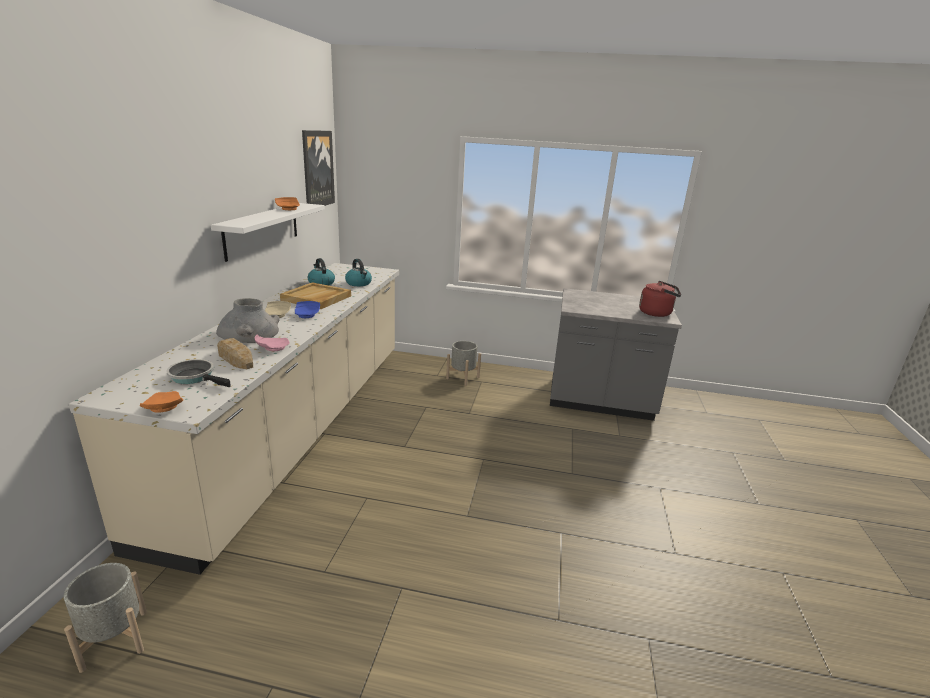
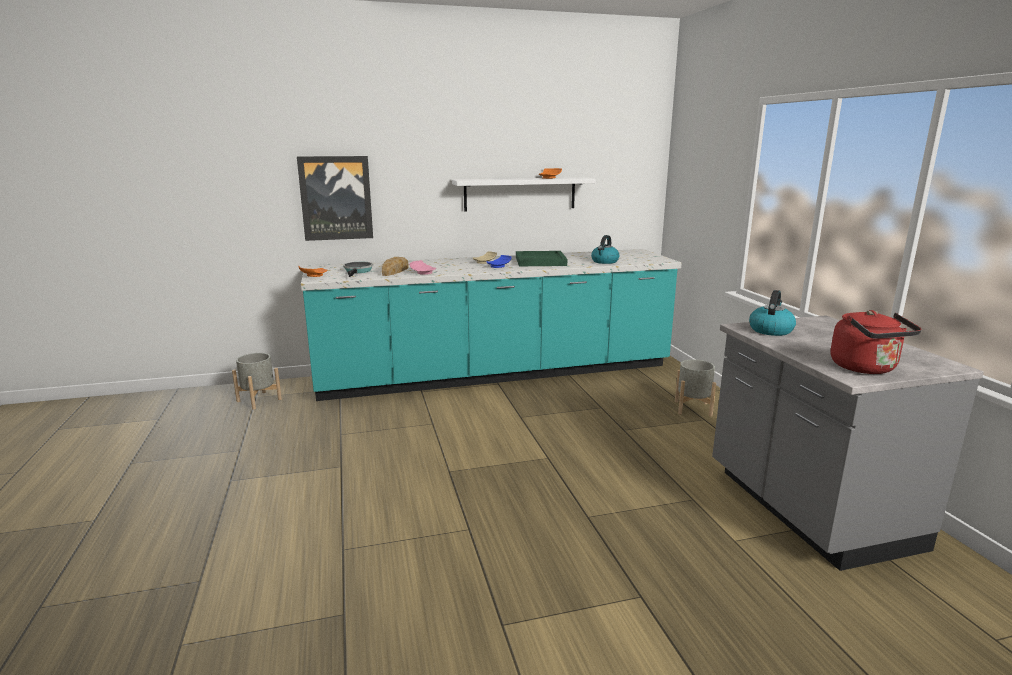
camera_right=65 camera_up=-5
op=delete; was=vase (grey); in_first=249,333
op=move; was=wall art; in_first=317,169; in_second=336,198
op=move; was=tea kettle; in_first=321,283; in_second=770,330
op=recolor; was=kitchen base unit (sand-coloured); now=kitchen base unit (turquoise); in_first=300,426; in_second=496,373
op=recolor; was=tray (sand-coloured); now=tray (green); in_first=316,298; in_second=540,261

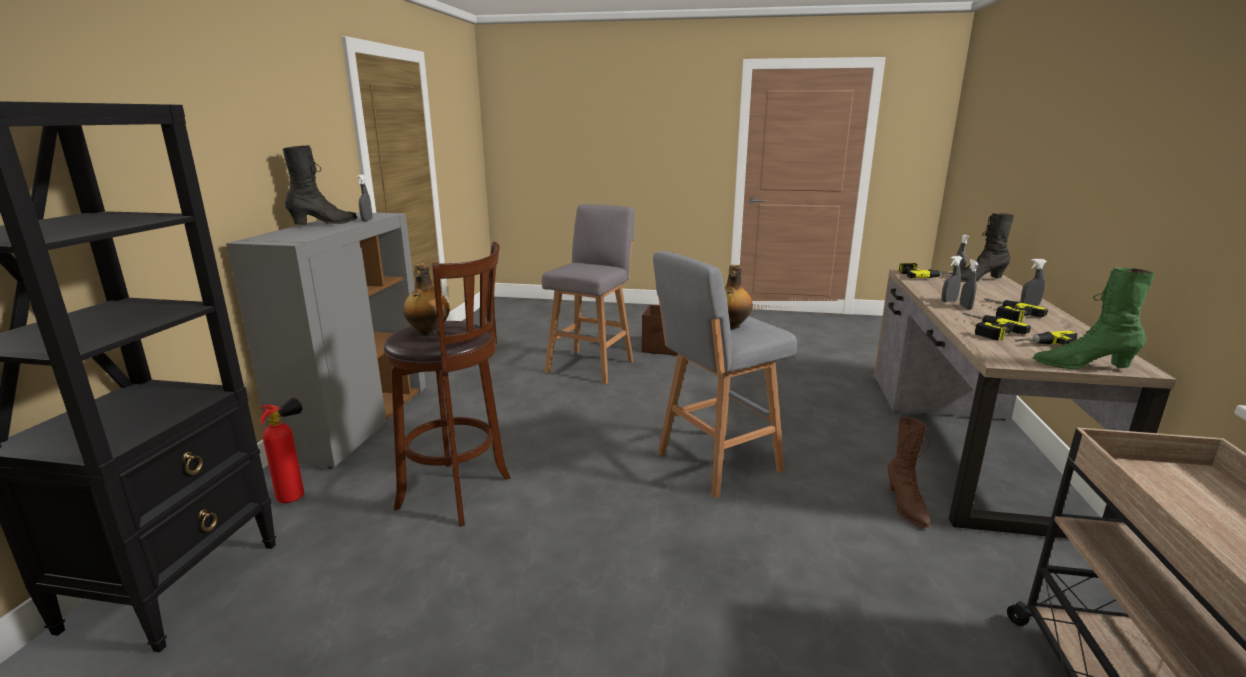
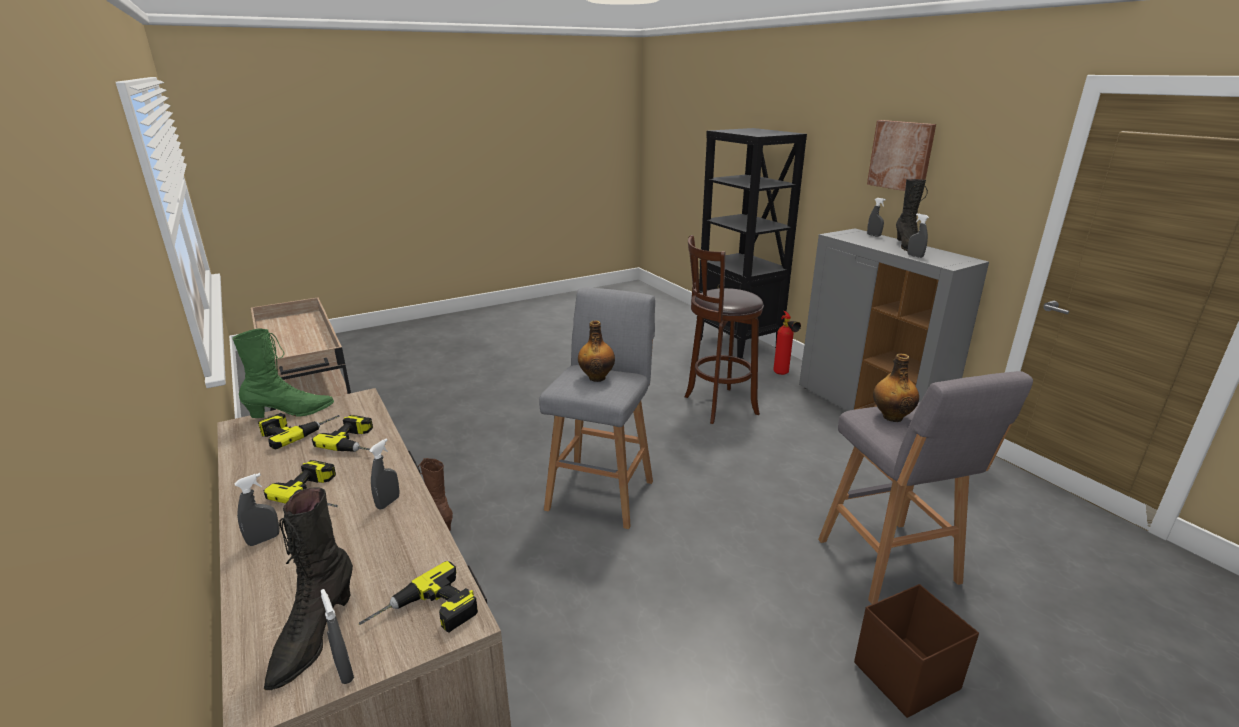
camera_right=140 camera_up=5
op=insert; now=wall art; in_second=901,156
op=move; was=beverage bottle; in_first=428,333; in_second=891,416
op=move; was=hand sprayer (grey); in_first=965,307; in_second=873,235
op=rotate; was=tall boot (blackish); in_first=976,280; in_second=313,637; clockwise=150

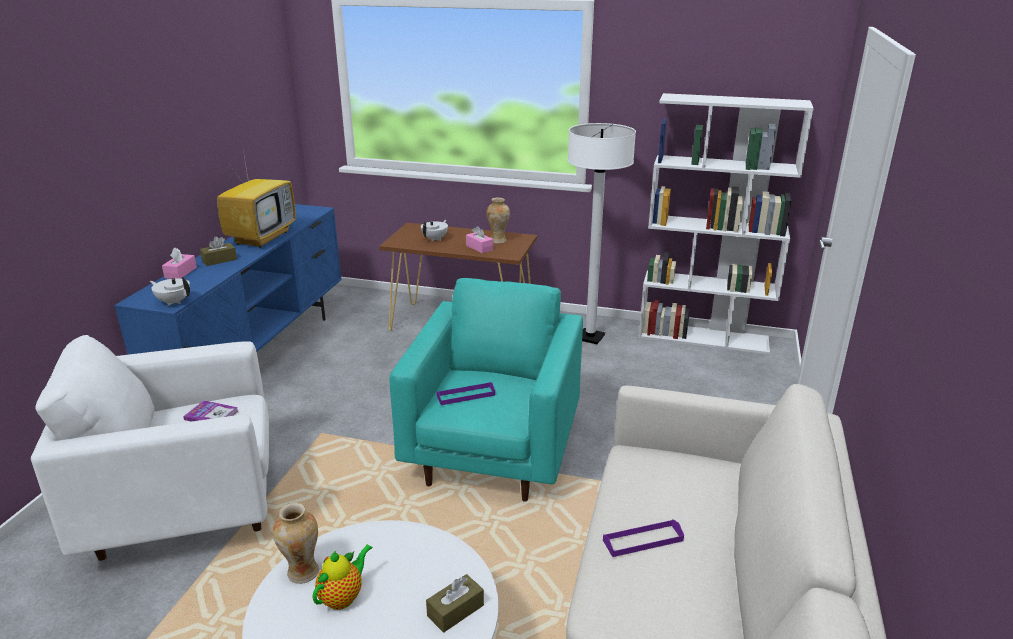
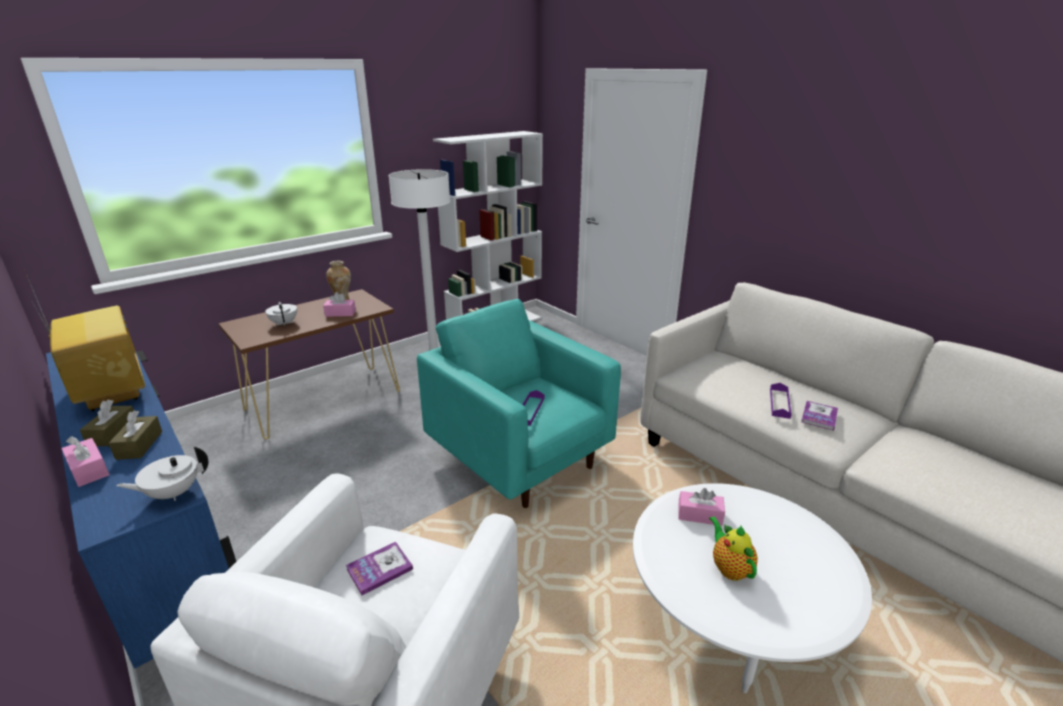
camera_right=-55 camera_up=0
op=delete; was=vase; in_first=302,573
op=insert; now=tissue holder (pinkish); in_second=699,515
op=insert; now=book; in_second=819,416
op=move; was=tissue holder (brownish); in_first=455,610; in_second=139,445

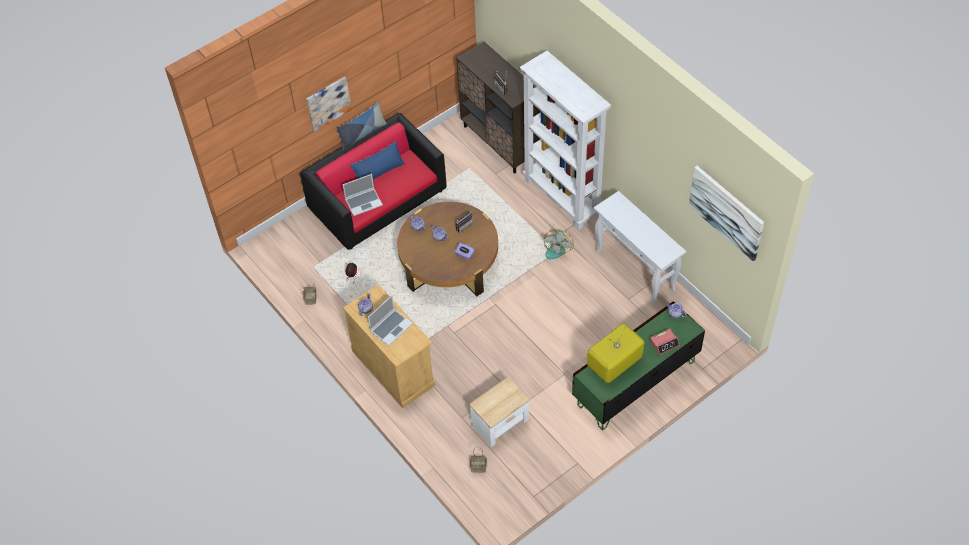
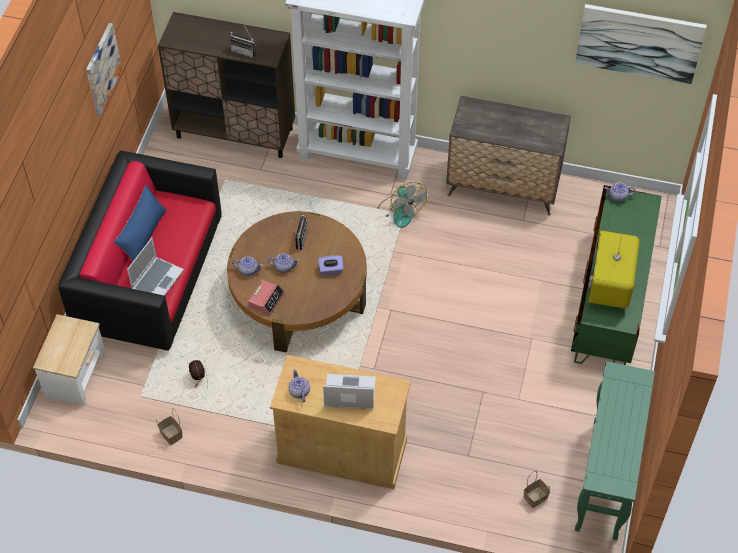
camera_right=-40 camera_up=0
op=delete; was=pillow; in_first=362,134
op=insert; now=narrow table (green); in_second=605,480
op=move; was=wall art; in_first=328,103; in_second=102,68
op=move; was=side table; in_first=500,423; in_second=76,375
op=move; was=alarm clock; in_first=664,343; in_second=266,299
op=replace; was=narrow table (white); now=drawer chest; in_first=635,271; in_second=504,187
op=rotate; was=laptop; in_first=391,327; in_second=349,393; clockwise=-90

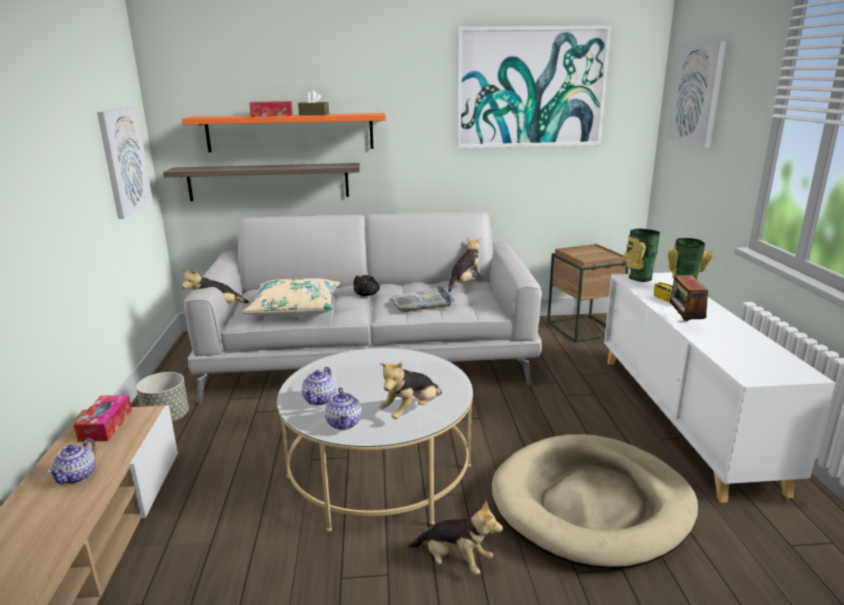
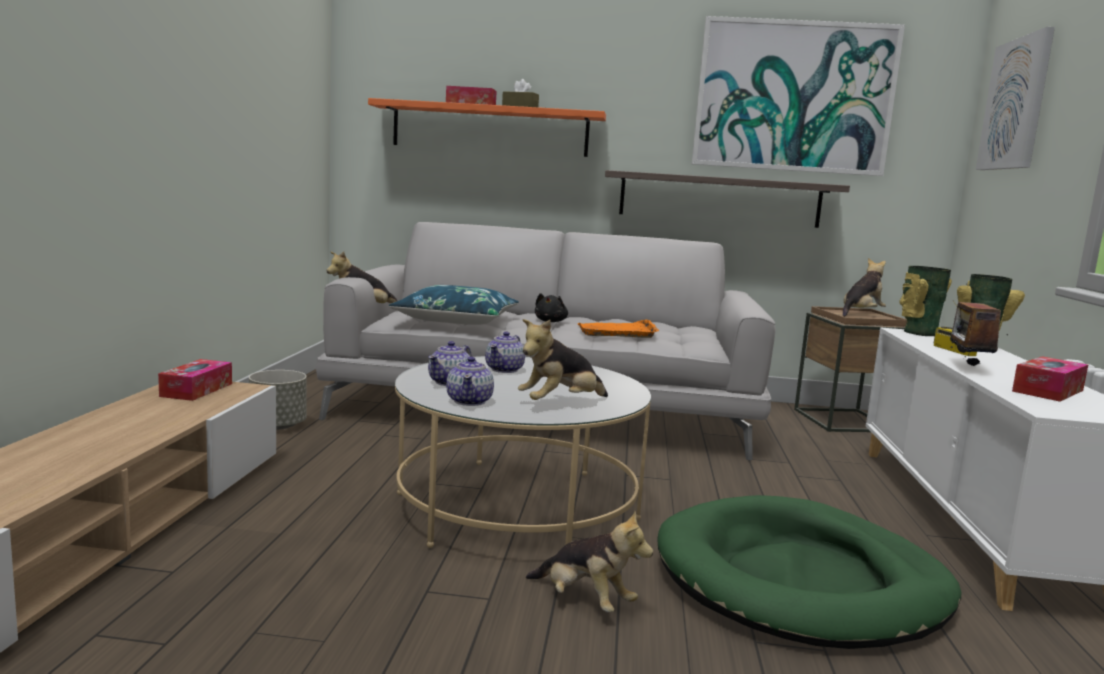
camera_right=10 camera_up=-10
op=delete; was=wall art; in_first=124,161
op=insert; now=tissue holder; in_second=1048,391
op=move; was=tea pot; in_first=78,476; in_second=505,369
op=move; was=bracket shelf; in_first=268,182; in_second=719,199
op=move; was=soft toy; in_first=465,284; in_second=861,314
op=recolor; was=pillow (sand-coloured); now=pillow (blue-coloured); in_first=295,309; in_second=456,320
op=recolor; was=tray (grey); now=tray (orange-coloured); in_first=422,302; in_second=617,332
op=recolor; was=dog cushion (sand-coloured); now=dog cushion (green); in_first=591,504; in_second=801,580

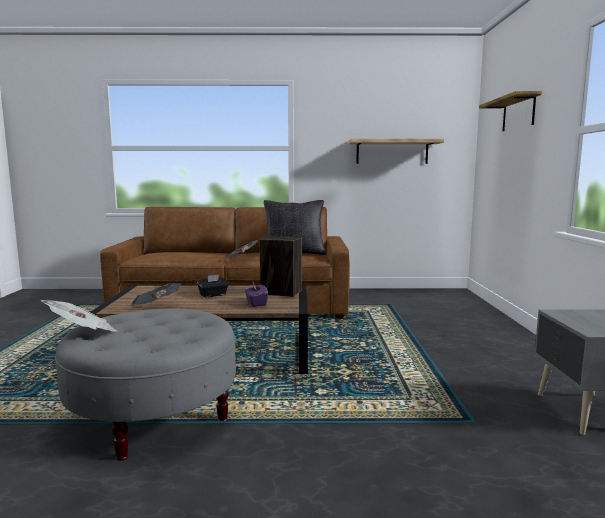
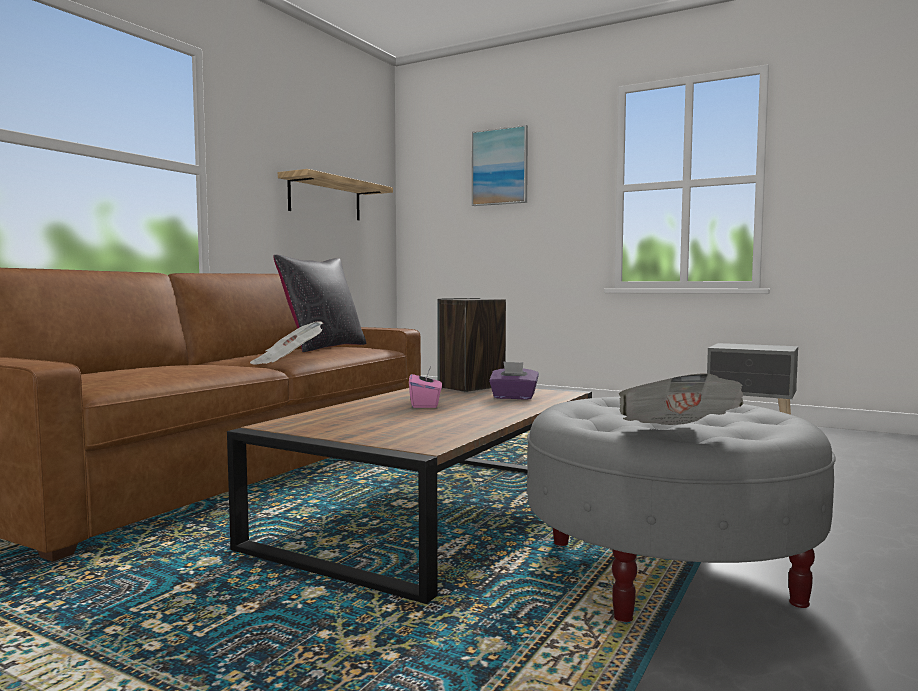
camera_right=-60 camera_up=-5
op=delete; was=newspaper; in_first=156,307
op=replace; was=bracket shelf; now=wall art; in_first=518,113; in_second=500,167
op=recolor; was=tissue holder (blackish); now=tissue holder (pinkish); in_first=213,295; in_second=425,404

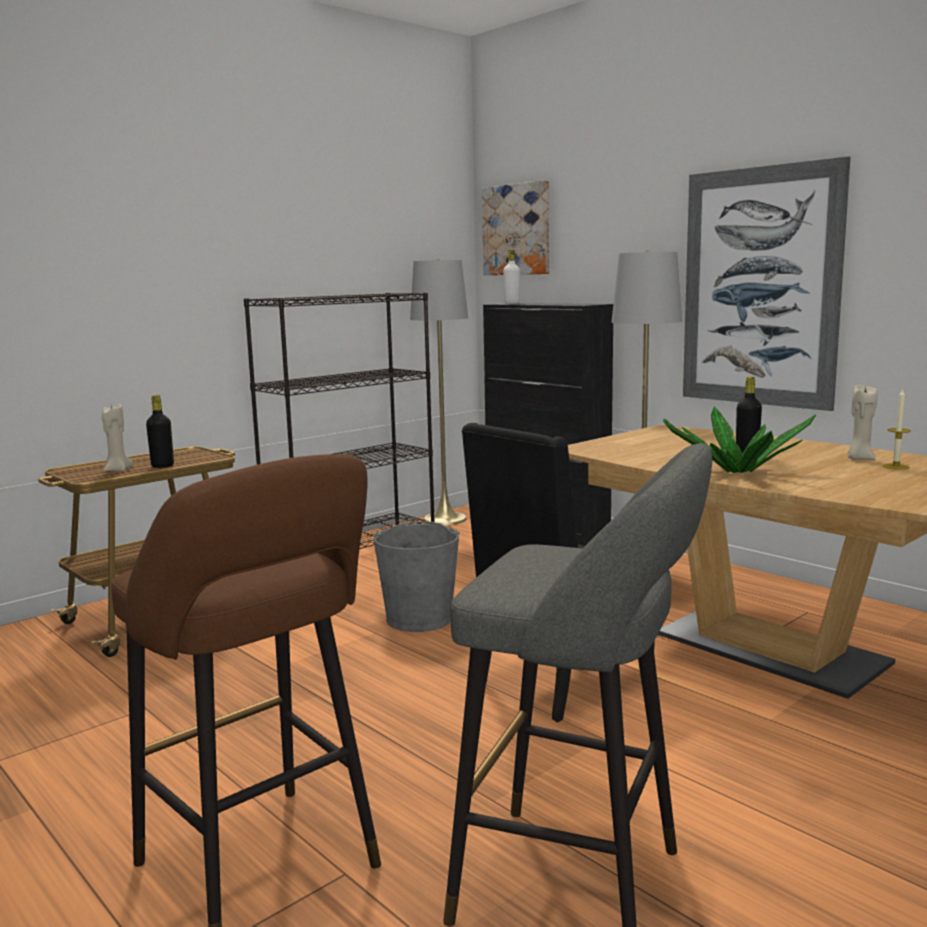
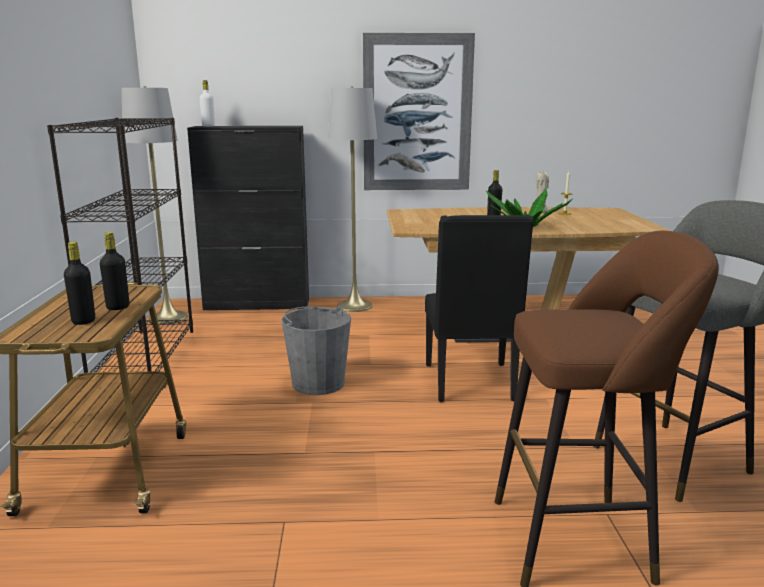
camera_right=-50 camera_up=5
op=delete; was=wall art; in_first=517,230
op=replace; was=candle (sand-coloured); now=beverage bottle (blackish); in_first=117,470; in_second=83,321

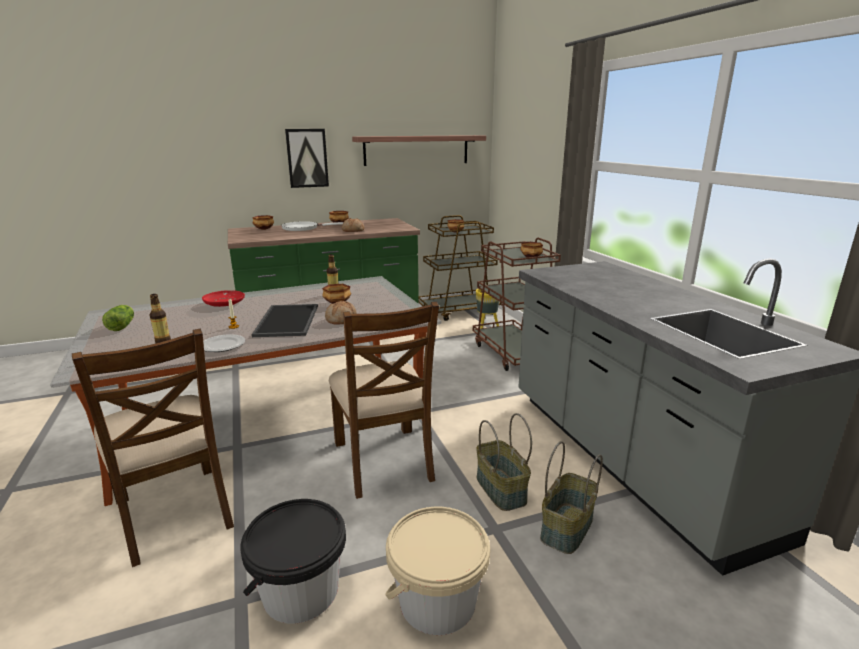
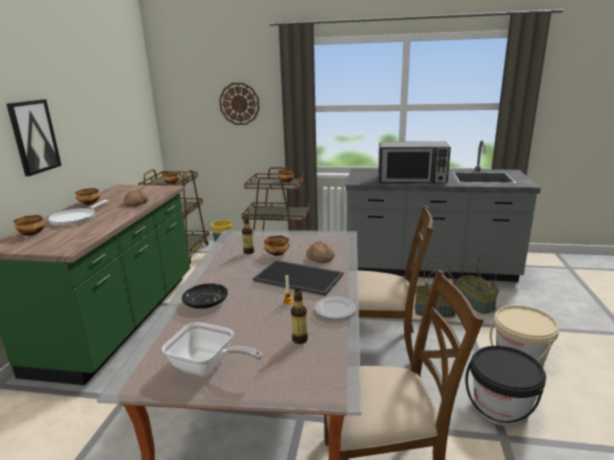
camera_right=-60 camera_up=0
op=delete; was=bracket shelf; in_first=416,150
op=insert; now=clock on the wall; in_second=239,104
op=insert; now=kitchen microwave; in_second=411,180
op=replace; was=head of lettuce; now=skillet; in_first=123,326; in_second=208,366
op=recolor; was=plate (reddish); now=plate (blackish); in_first=224,303; in_second=205,301

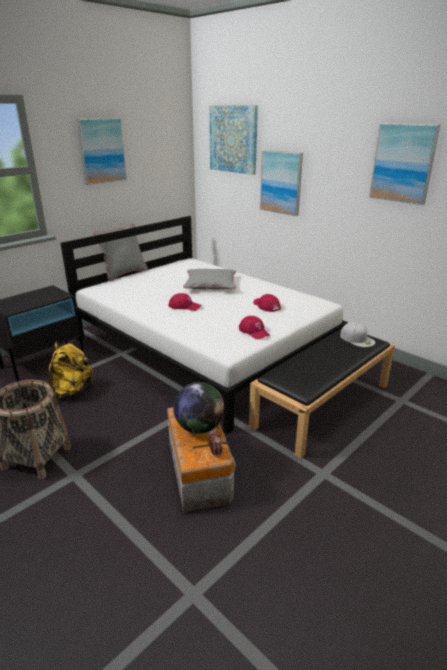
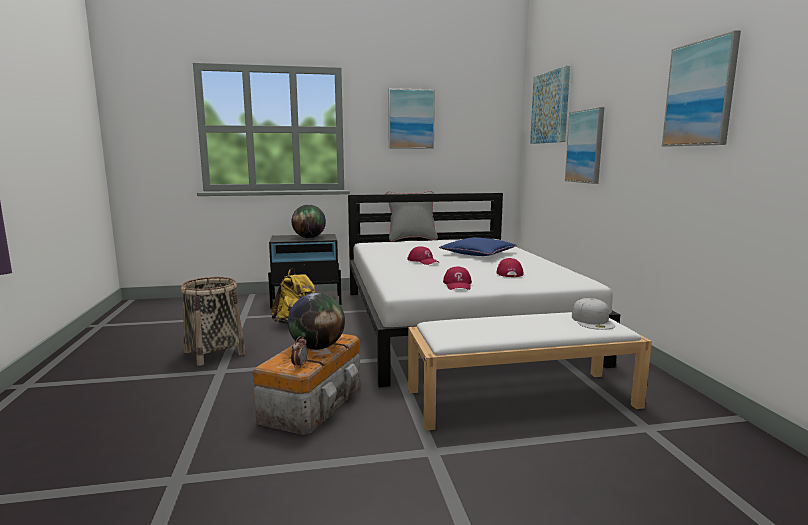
camera_right=35 camera_up=-15
op=insert; now=globe; in_second=309,238
op=recolor; was=pillow (grey); now=pillow (blue-coloured); in_first=210,284; in_second=478,253
op=recolor; was=long seat (blackish); now=long seat (white); in_first=322,404; in_second=522,398

